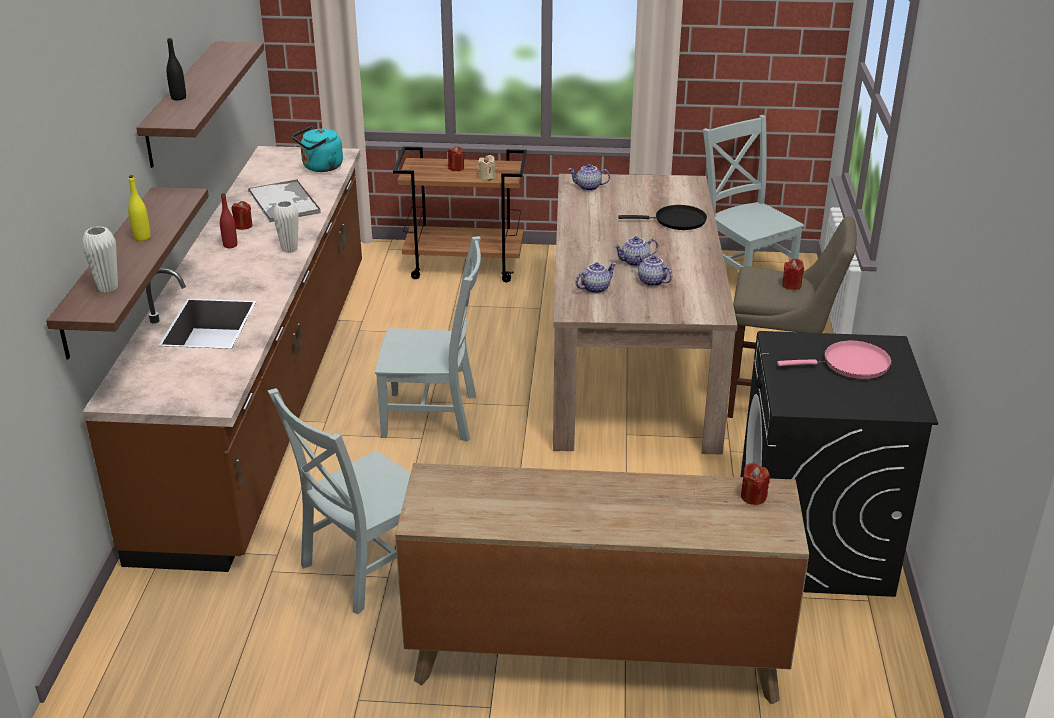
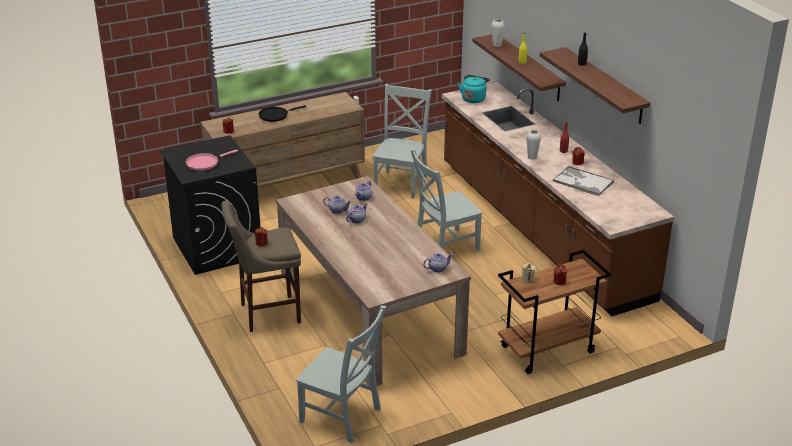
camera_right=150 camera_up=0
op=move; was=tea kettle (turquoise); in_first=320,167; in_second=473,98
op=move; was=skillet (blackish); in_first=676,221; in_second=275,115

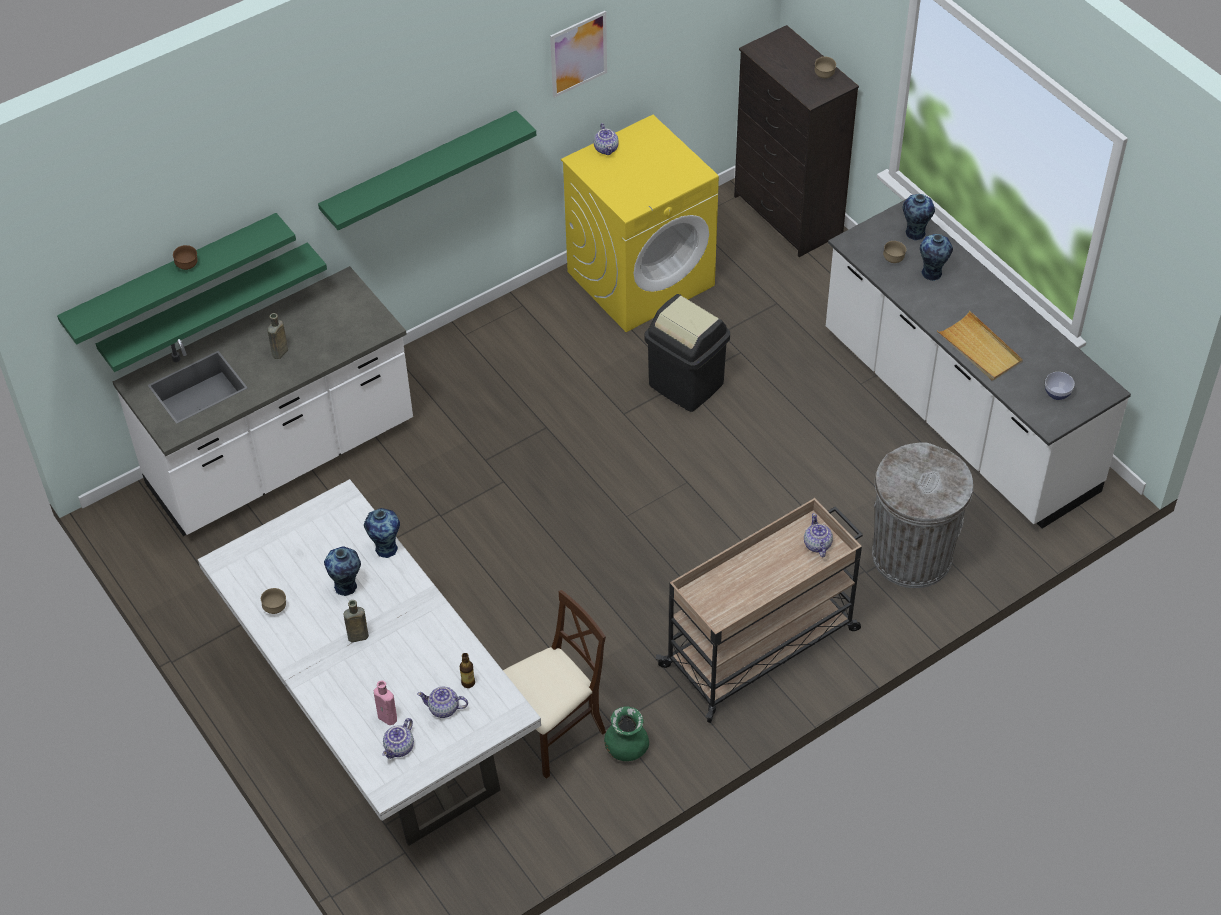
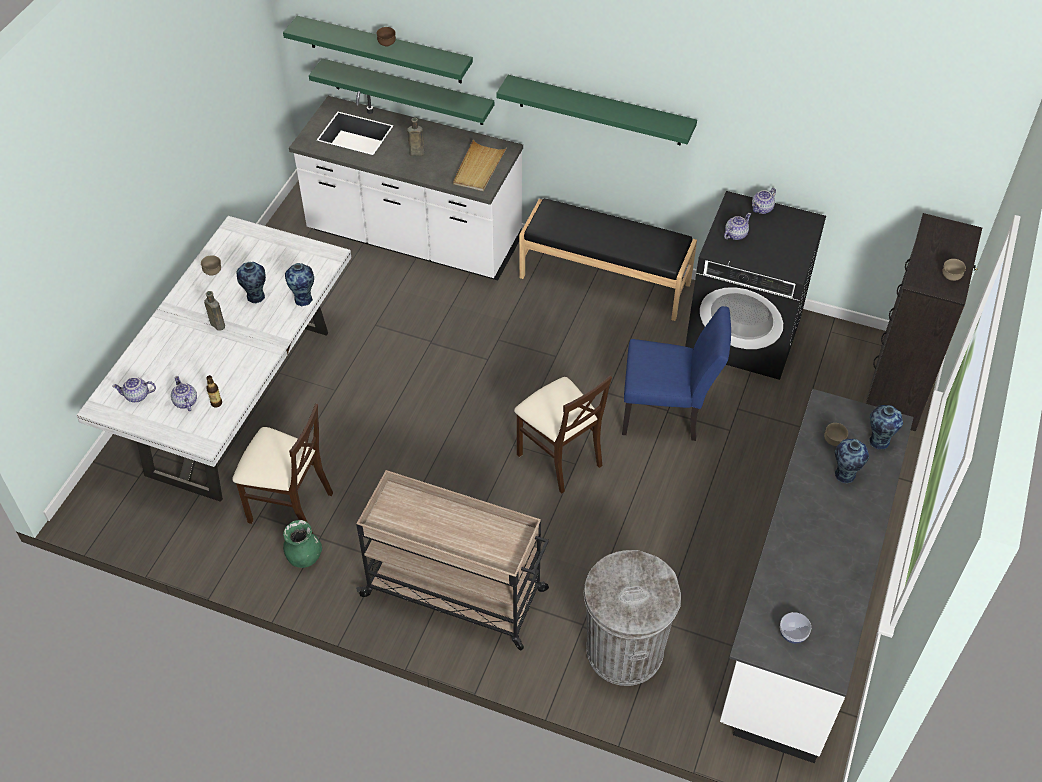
camera_right=55 camera_up=0
op=delete; was=beverage bottle (pinkish); in_first=388,718
op=delete; was=wall art; in_first=578,53
op=insert; now=upright chair (sand-coloured); in_second=559,458
op=insert; now=long seat (blackish); in_second=605,280
op=move; was=tea pot; in_first=817,545; in_second=735,234
op=move; was=tray (sand-coloured); in_first=979,349; in_second=479,168
op=replace; was=trash can (blackish); now=upright chair (blue-coloured); in_first=686,384; in_second=668,414
op=recolor; was=laundry machine (yellow); now=laundry machine (blackish); in_first=641,278; in_second=744,334

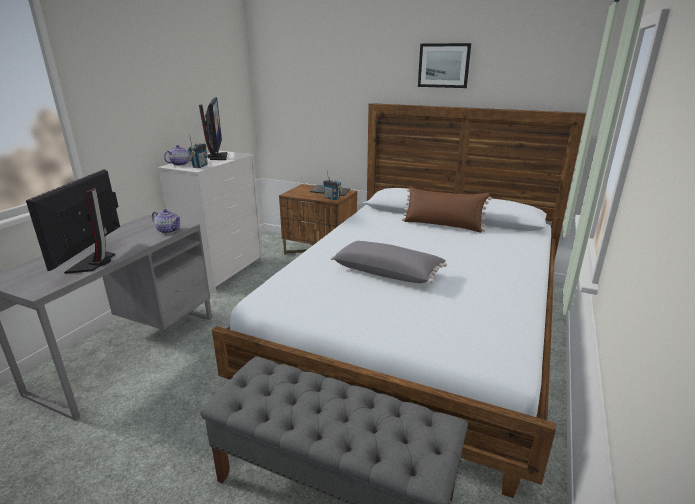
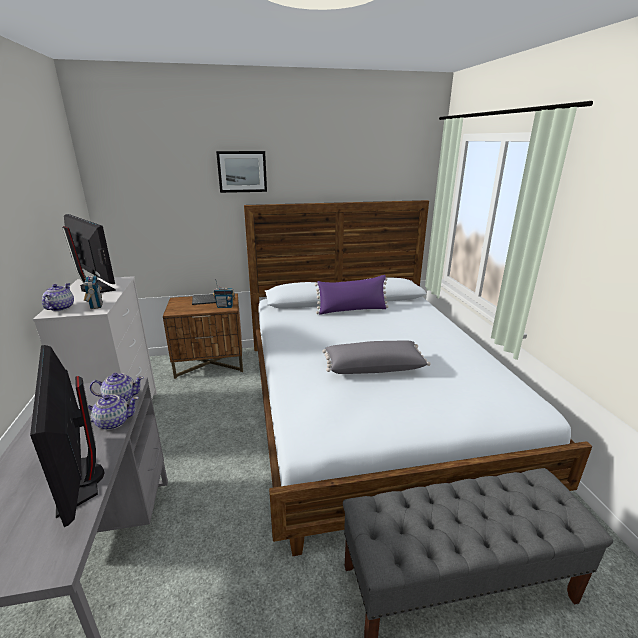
camera_right=-35 camera_up=0
op=insert; now=tea pot; in_second=113,422
op=move; was=wall art; in_first=443,65; in_second=242,171
op=recolor; was=pillow (brownish); now=pillow (purple); in_first=443,225; in_second=352,310

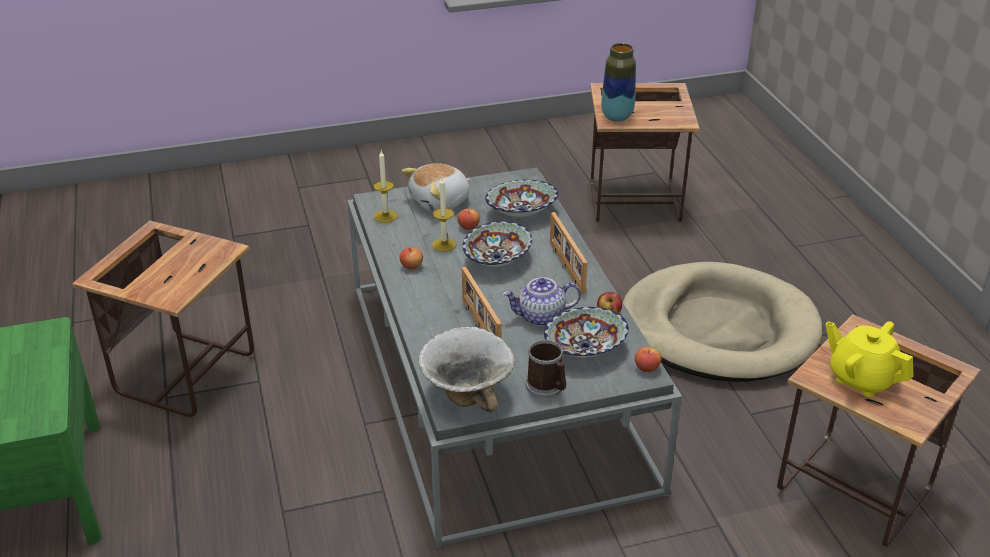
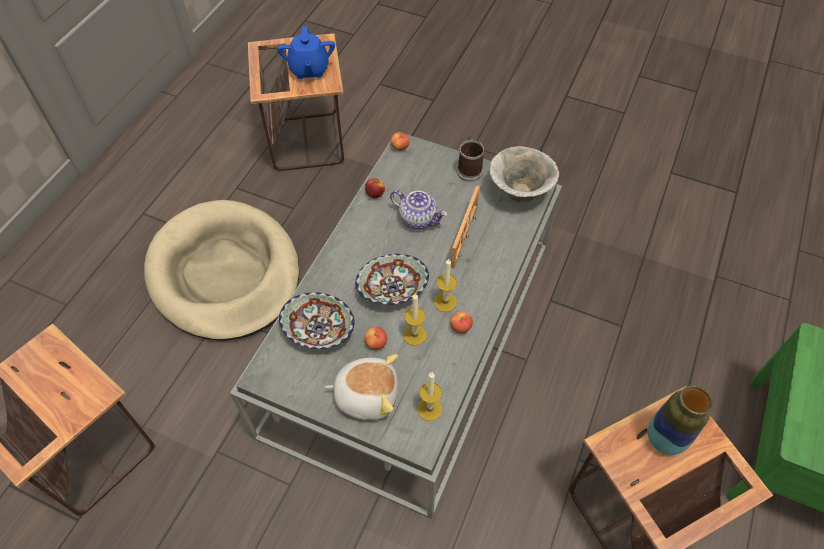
camera_right=-140 camera_up=20
op=delete; was=deep dish; in_first=584,349
op=delete; was=photo frame; in_first=565,268
op=insert; now=candle; in_second=445,302
op=move; was=vase; in_first=617,117; in_second=664,439
op=recolor; was=tea pot (yellow); now=tea pot (blue-coloured); in_first=861,378; in_second=309,69

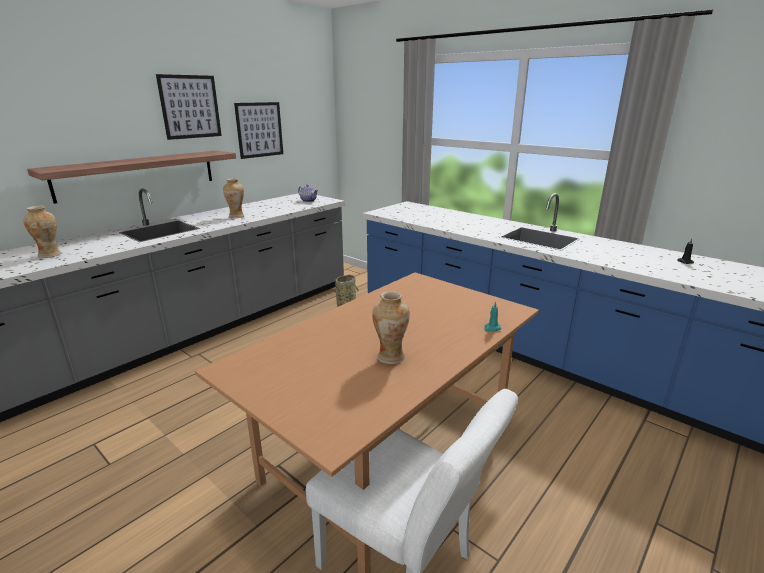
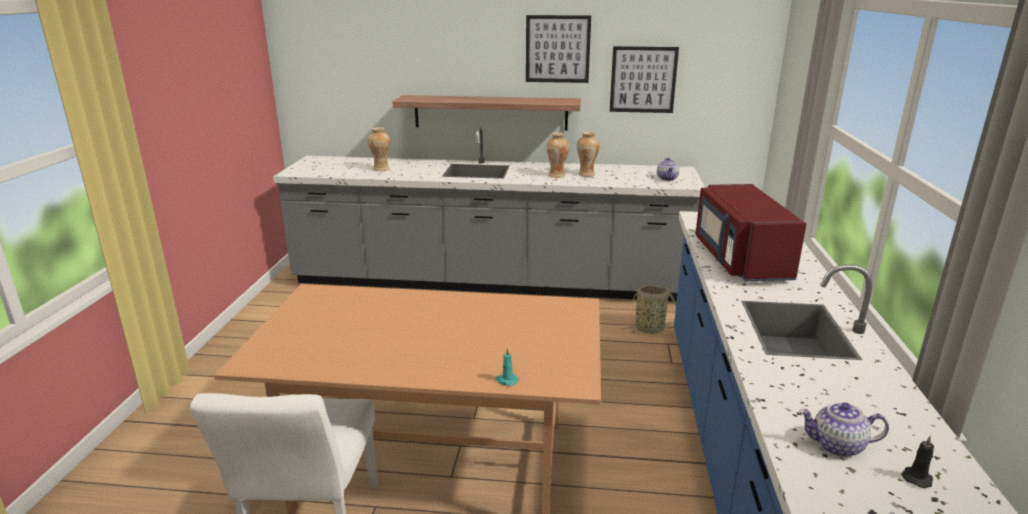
camera_right=55 camera_up=0
op=insert; now=kitchen microwave (reddish); in_second=739,259
op=insert; now=tea pot; in_second=837,446
op=move; was=vase; in_first=390,357; in_second=586,174

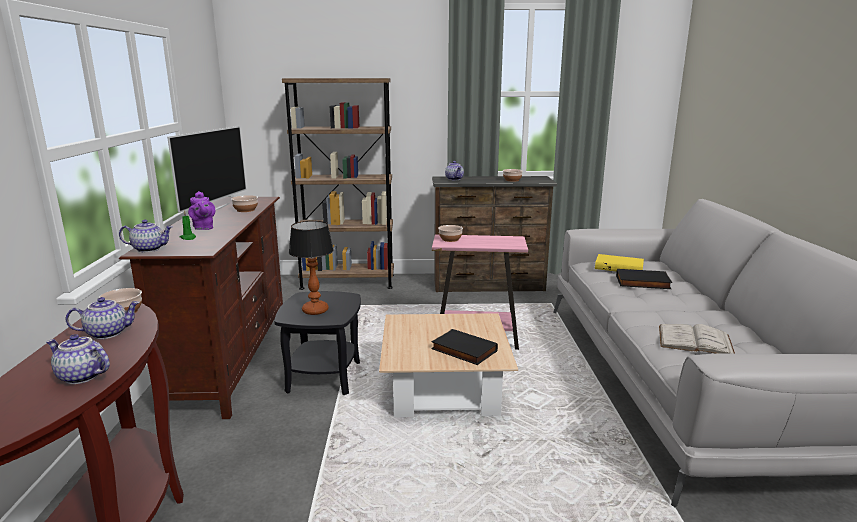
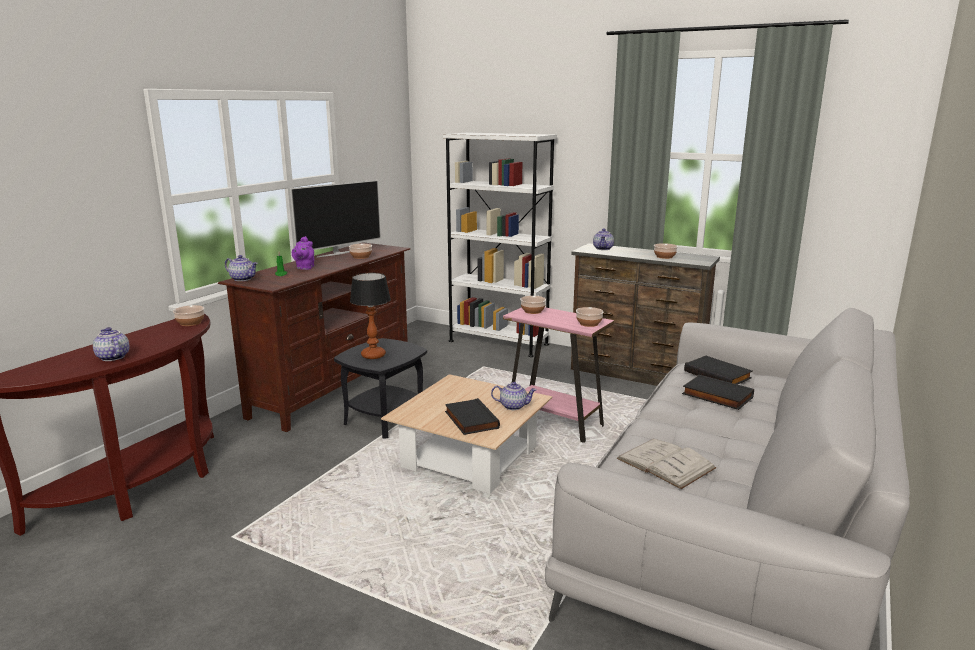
camera_right=30 camera_up=0
op=insert; now=deep dish; in_second=588,323
op=move; was=tea pot; in_first=108,333; in_second=513,406
op=recolor; was=bookcase (brownish); now=bookcase (white); in_first=348,281; in_second=498,342
op=recolor; was=book (yellow); now=book (blackish); in_first=619,267; in_second=718,374

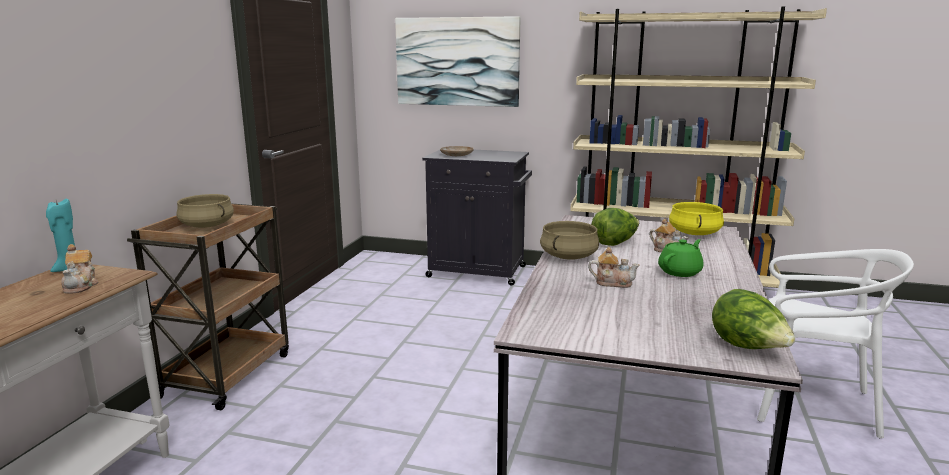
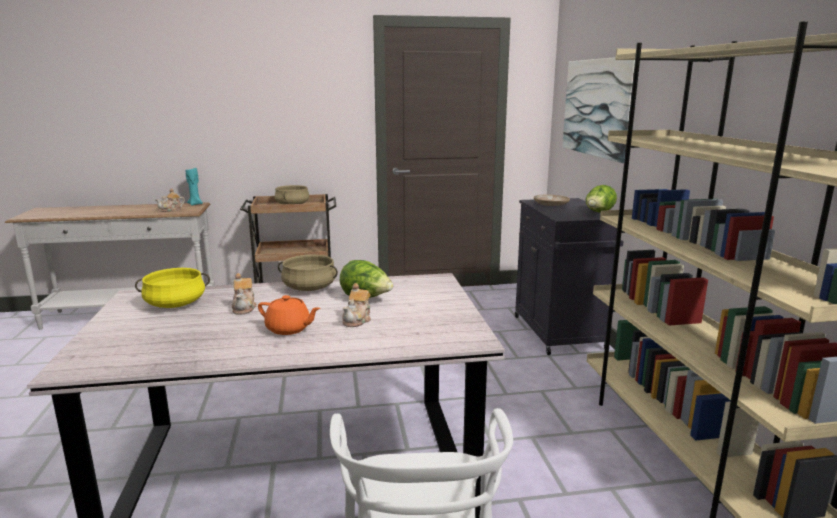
camera_right=65 camera_up=0
op=move; was=cooking pot (yellow); in_first=694,233; in_second=176,304
op=move; was=head of lettuce; in_first=748,348; in_second=599,213
op=recolor; was=tea pot (green); now=tea pot (orange-coloured); in_first=680,272; in_second=289,329

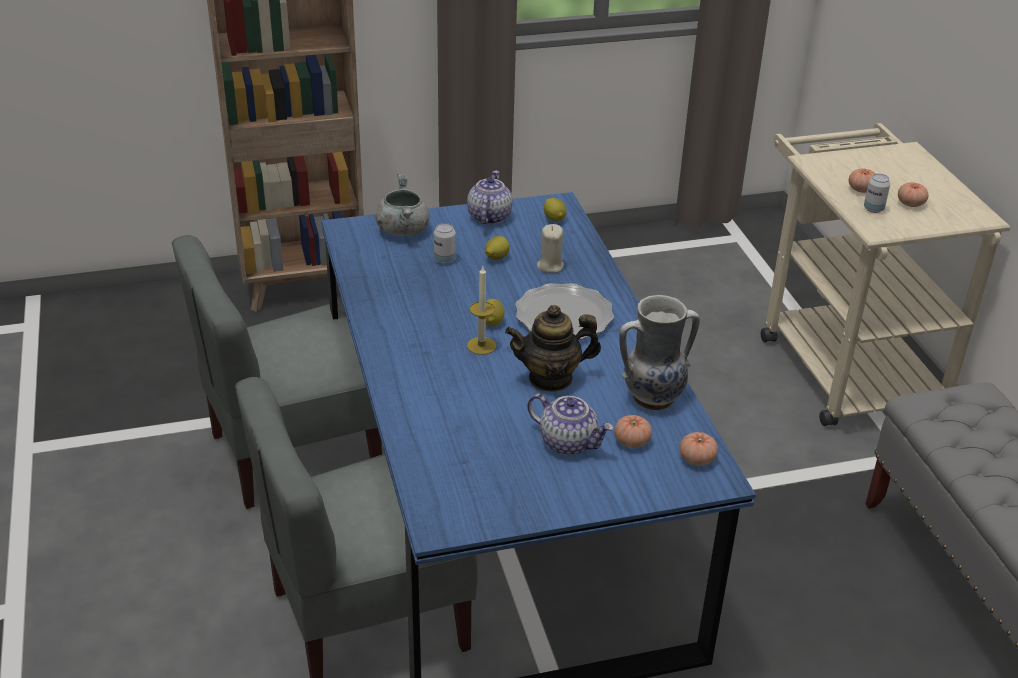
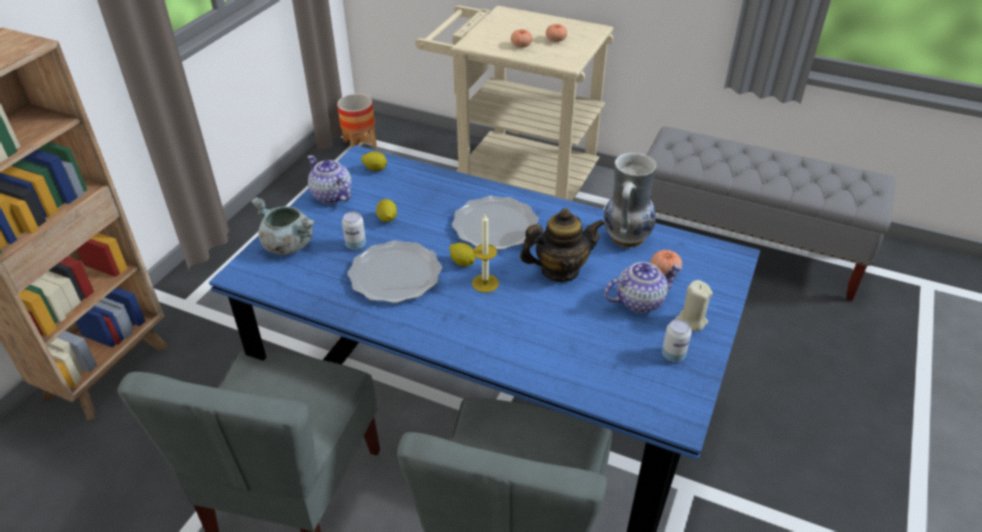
camera_right=-50 camera_up=5
op=delete; was=whole tomato; in_first=697,459
op=insert; now=plant pot; in_second=360,143
op=insert; now=plate; in_second=396,275
op=move; was=candle (sand-coloured); in_first=550,266; in_second=691,321
op=move; was=sealed can; in_first=873,209; in_second=673,355
op=rotate; was=tea pot; in_first=551,378; in_second=559,270; clockwise=-135

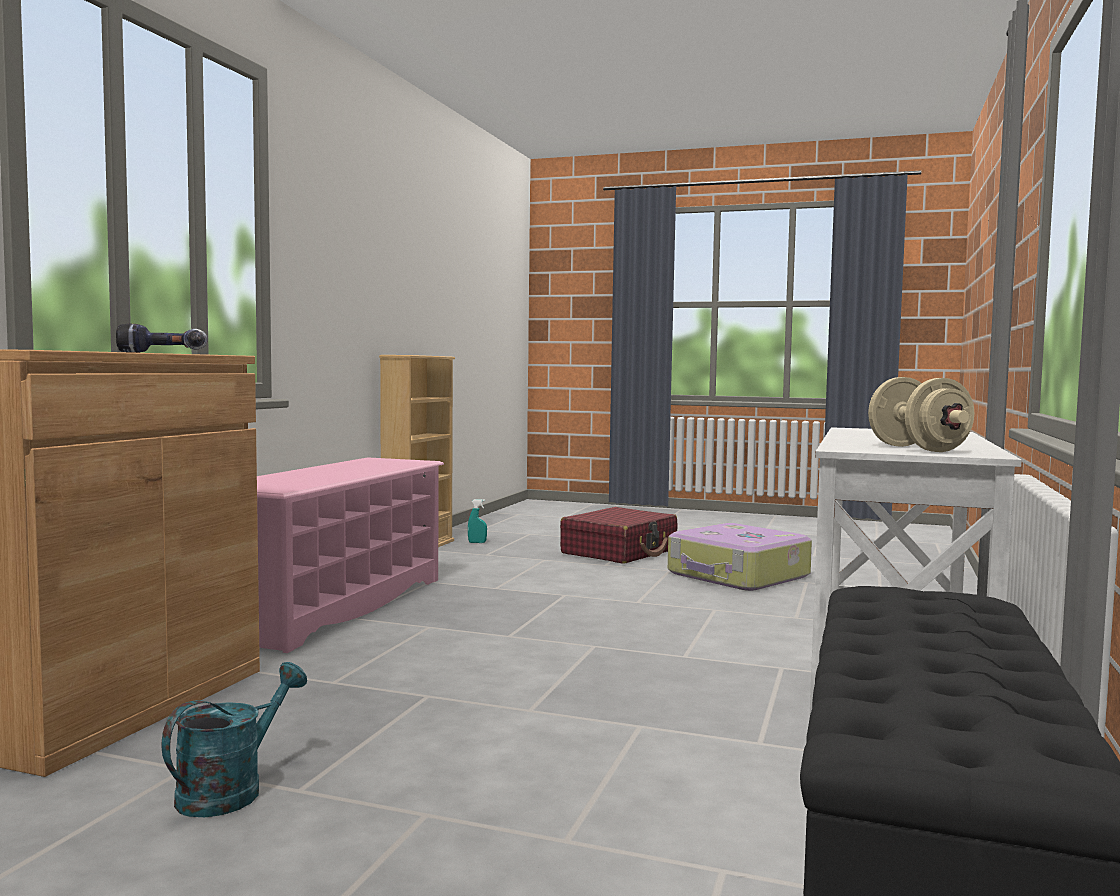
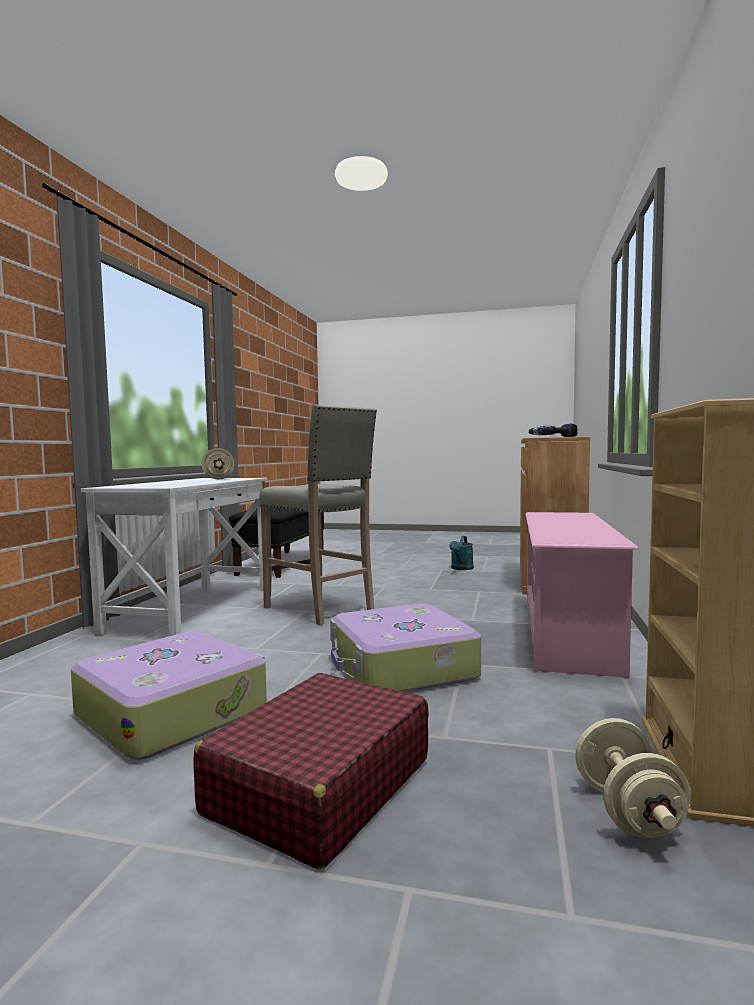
camera_right=175 camera_up=0
op=insert; now=stool seat (sand-coloured); in_second=320,609
op=insert; now=travel case; in_second=401,668
op=replace; was=hand sprayer (turquoise); now=dumbbell (sand-coloured); in_first=477,542; in_second=628,811

